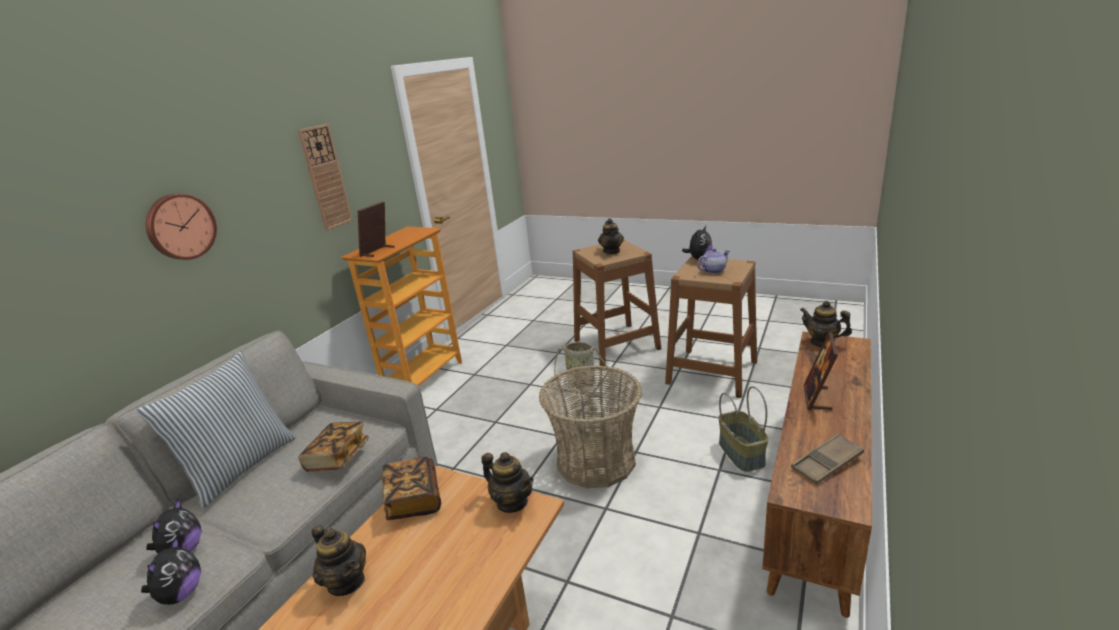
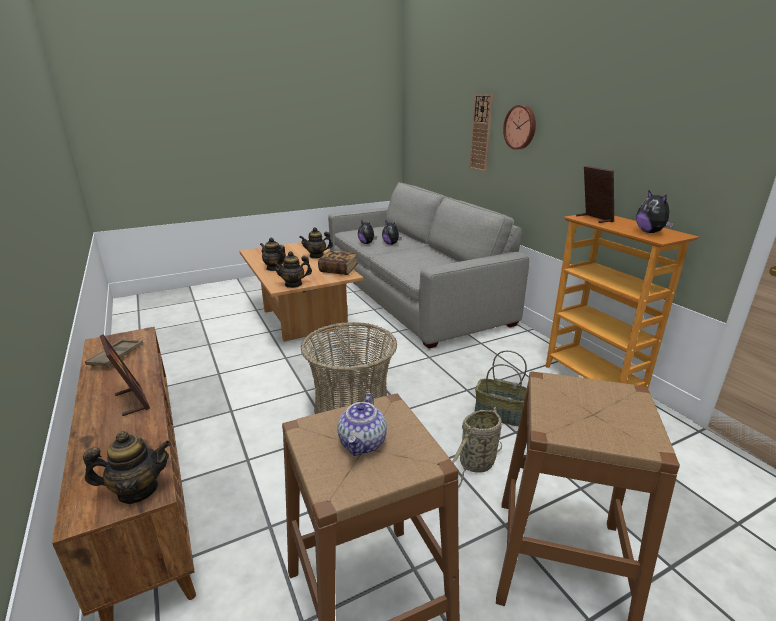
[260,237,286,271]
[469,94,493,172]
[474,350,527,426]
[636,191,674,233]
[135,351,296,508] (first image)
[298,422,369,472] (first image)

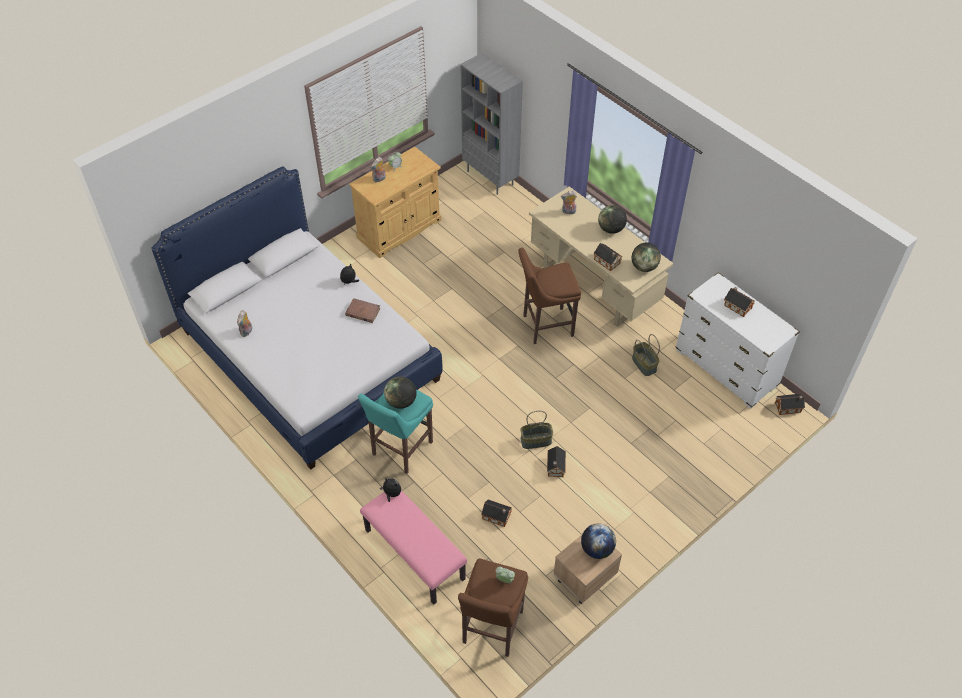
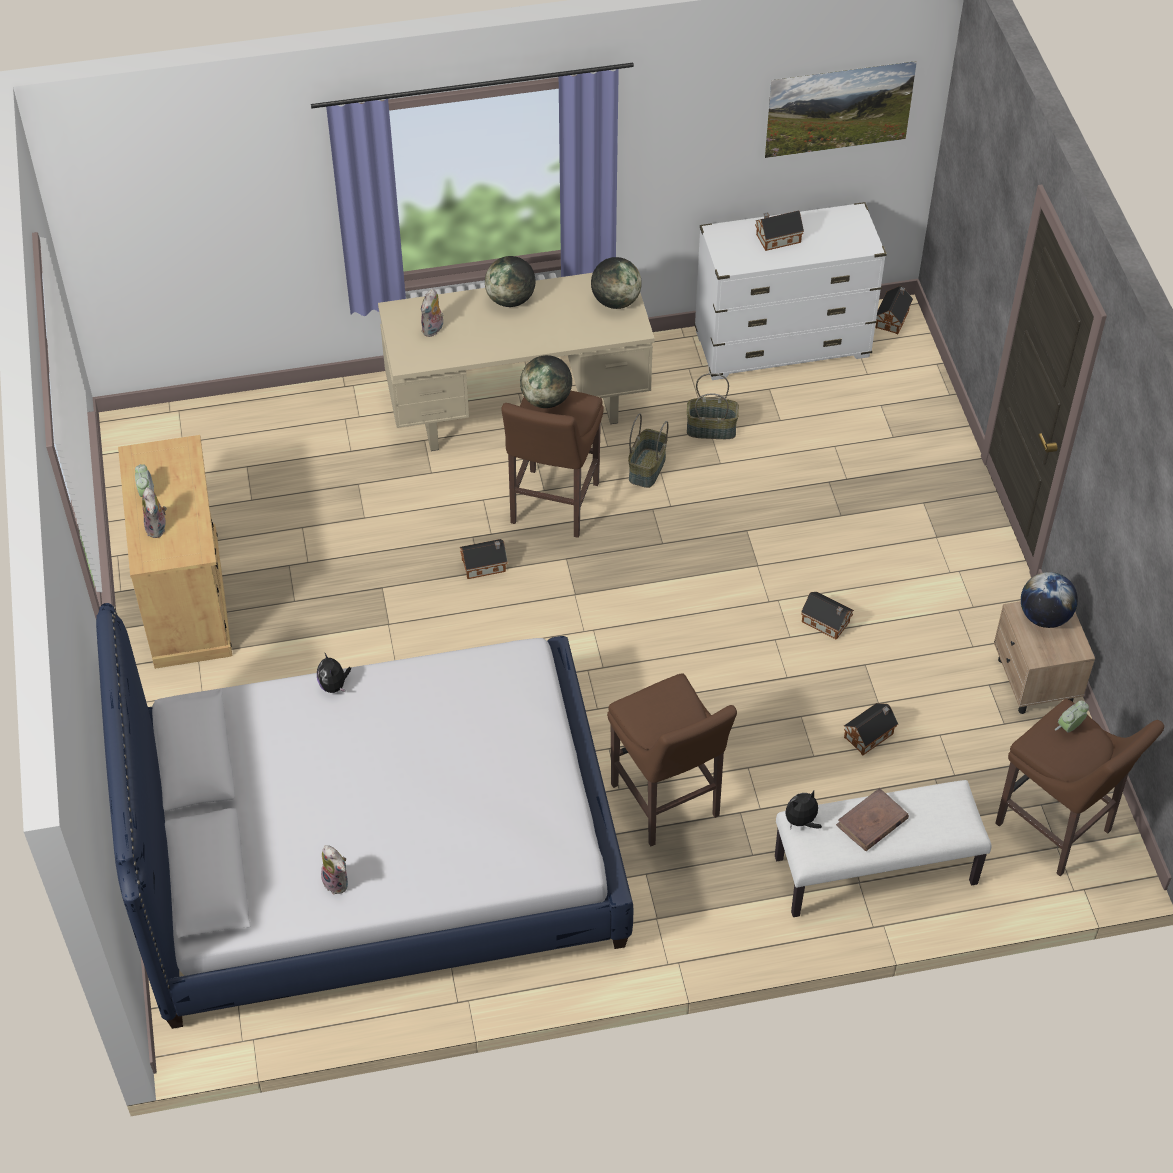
[460,539,508,579]
[520,355,572,408]
[607,673,737,846]
[628,414,668,488]
[765,61,917,158]
[775,780,991,917]
[836,788,909,851]
[460,53,523,195] (first image)

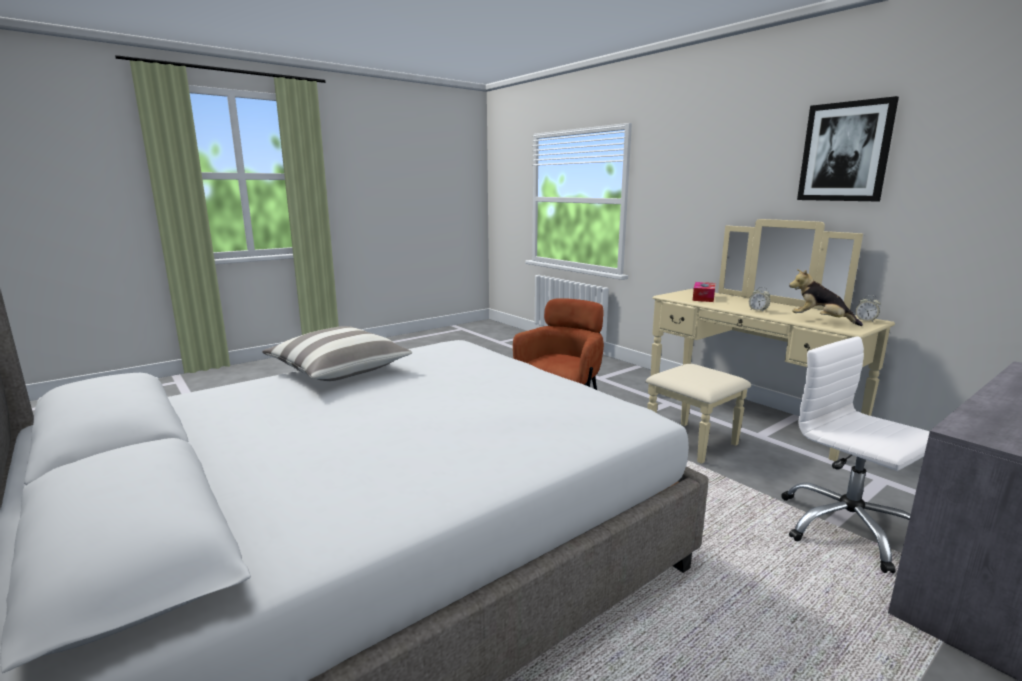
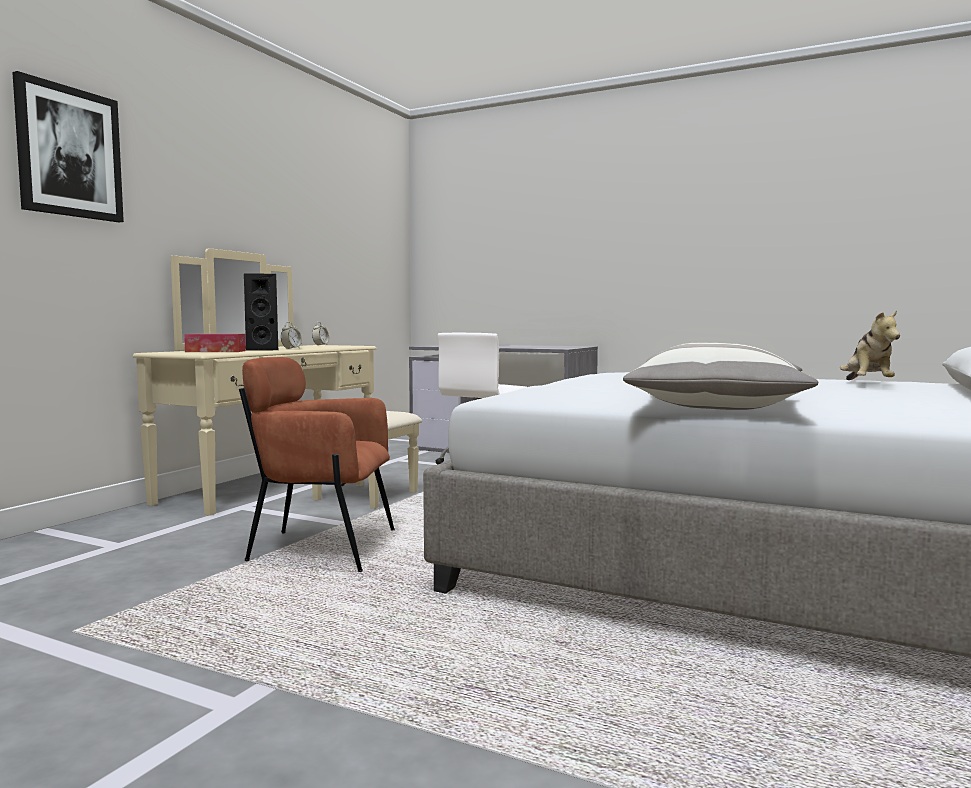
[12,71,124,222]
[244,273,278,351]
[840,310,900,380]

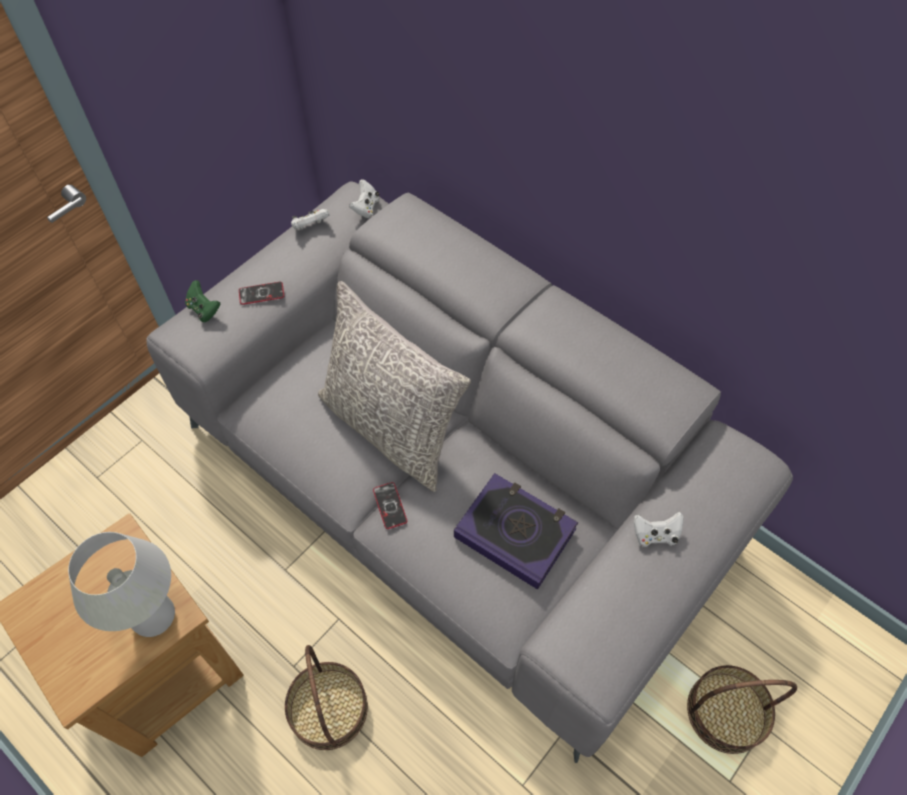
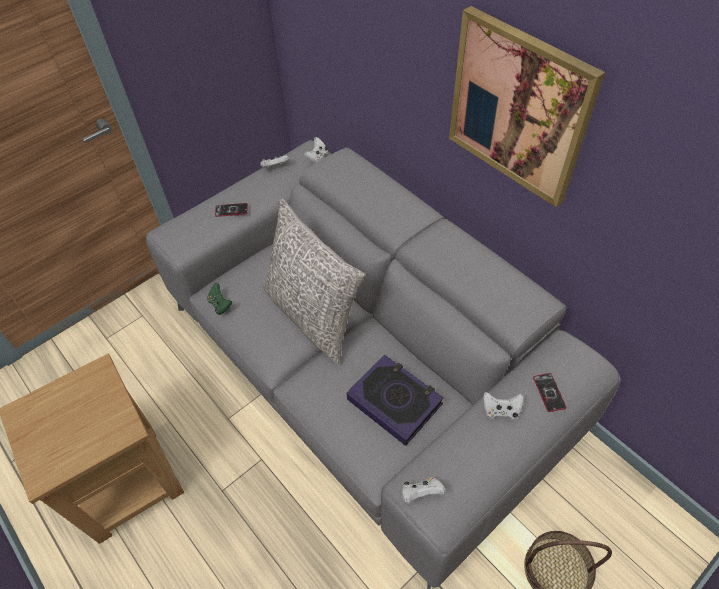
[207,283,232,315]
[402,477,445,504]
[449,6,605,207]
[533,373,566,412]
[68,532,175,637] (first image)
[285,645,368,750] (first image)

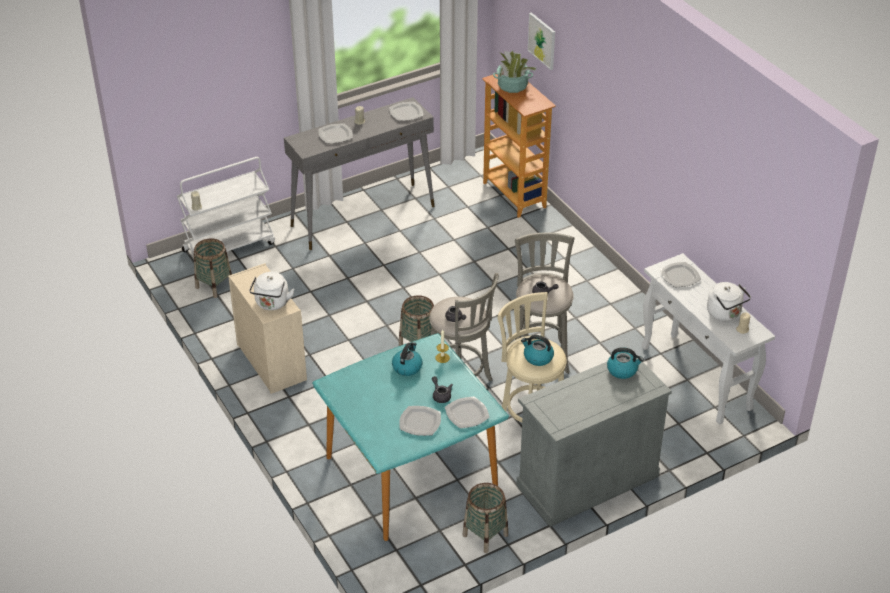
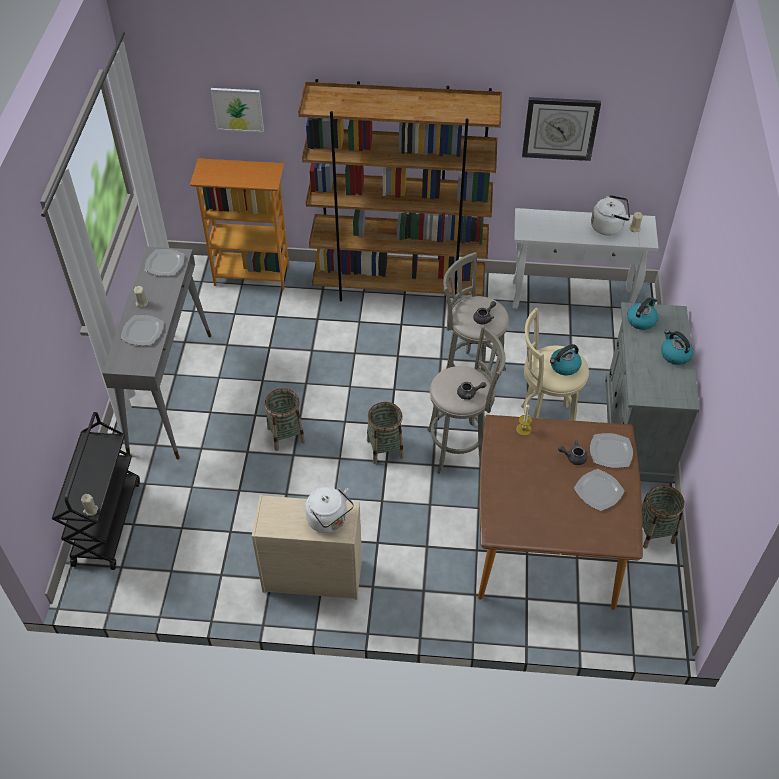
[52,412,140,570]
[265,388,305,451]
[298,79,502,301]
[478,415,643,610]
[522,97,601,161]
[661,330,693,365]
[493,51,537,93] (first image)
[660,262,701,287] (first image)

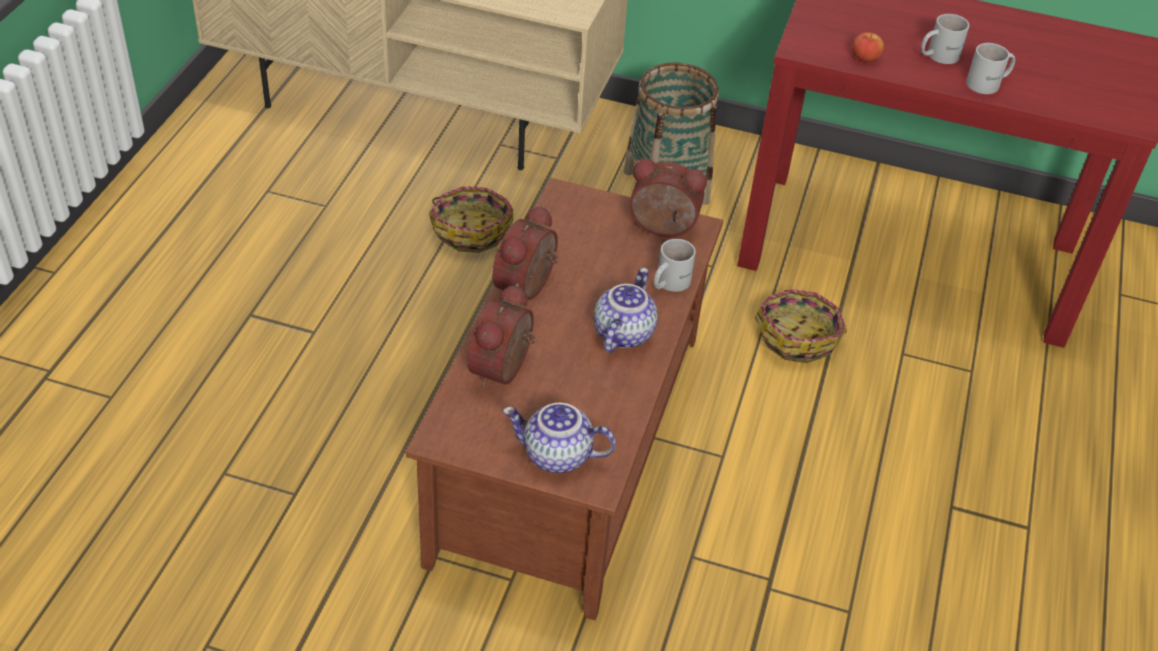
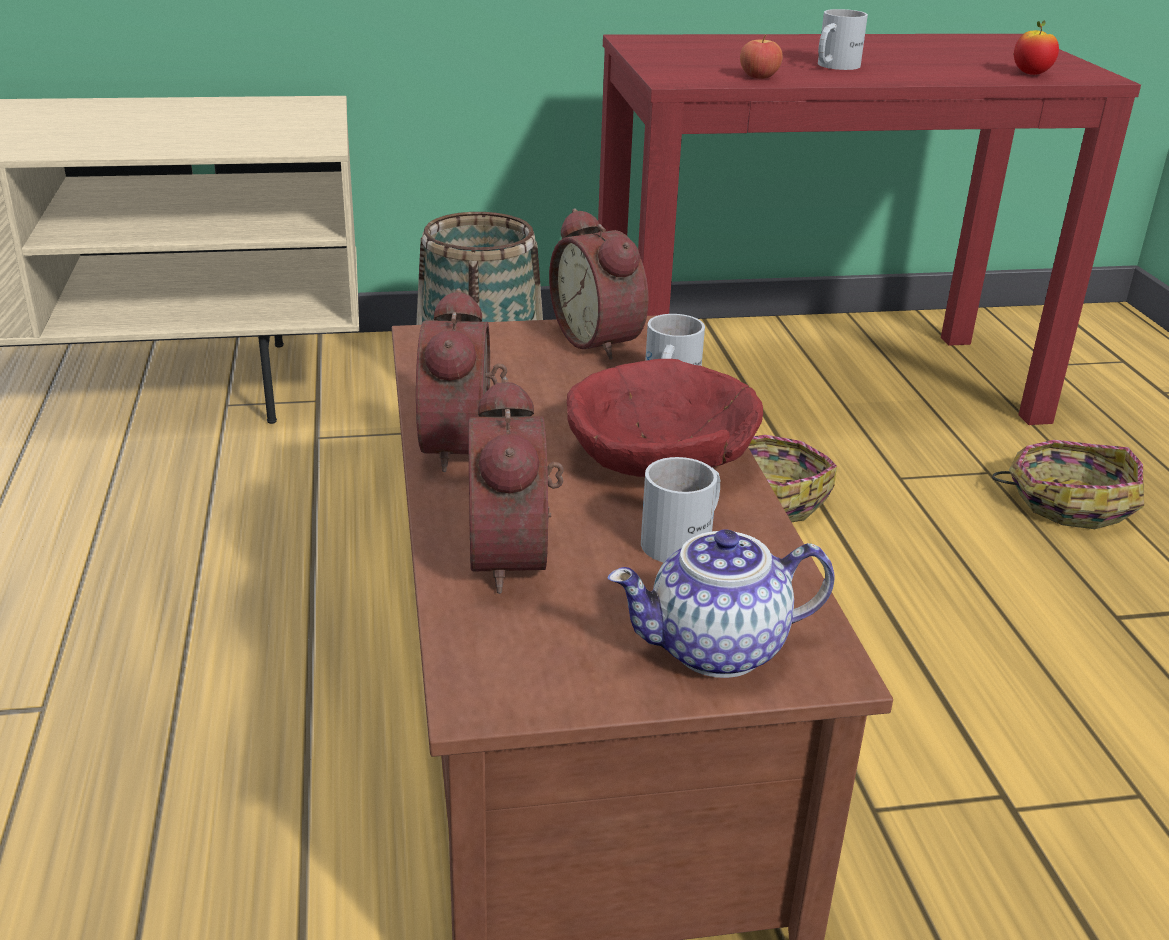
[549,208,649,360]
[567,359,763,477]
[641,457,720,563]
[992,440,1144,529]
[1014,21,1059,75]

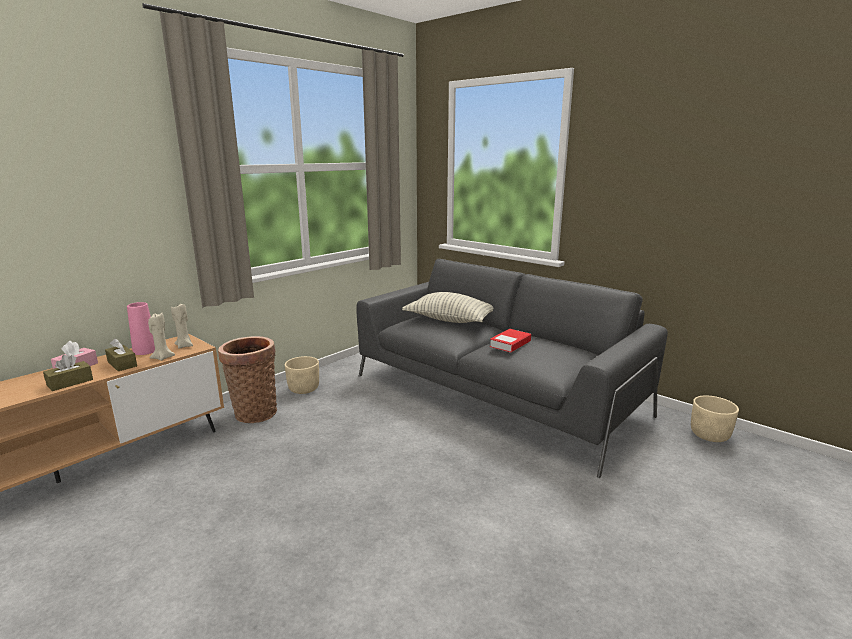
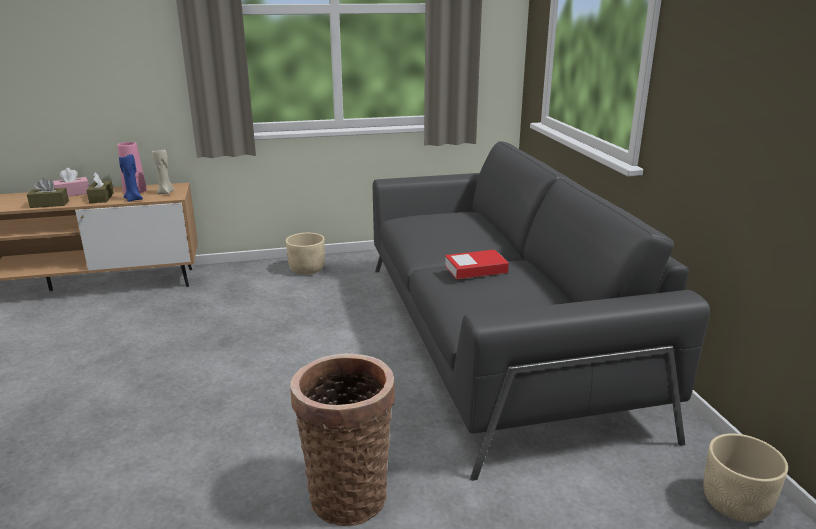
[119,154,143,202]
[290,353,395,526]
[402,292,494,323] (first image)

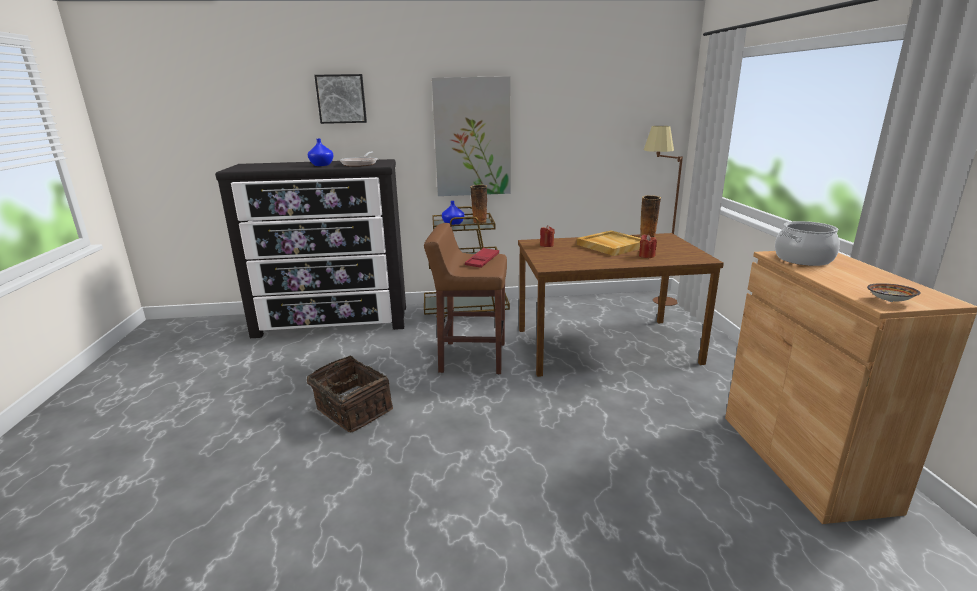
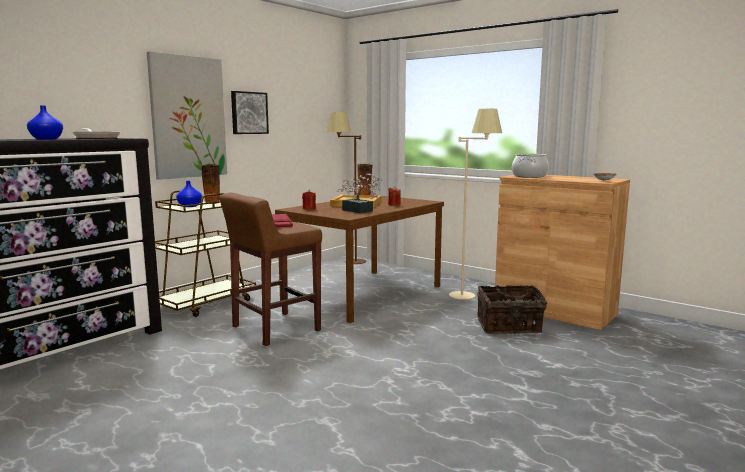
[231,91,269,134]
[337,173,382,213]
[449,109,502,300]
[477,285,547,334]

